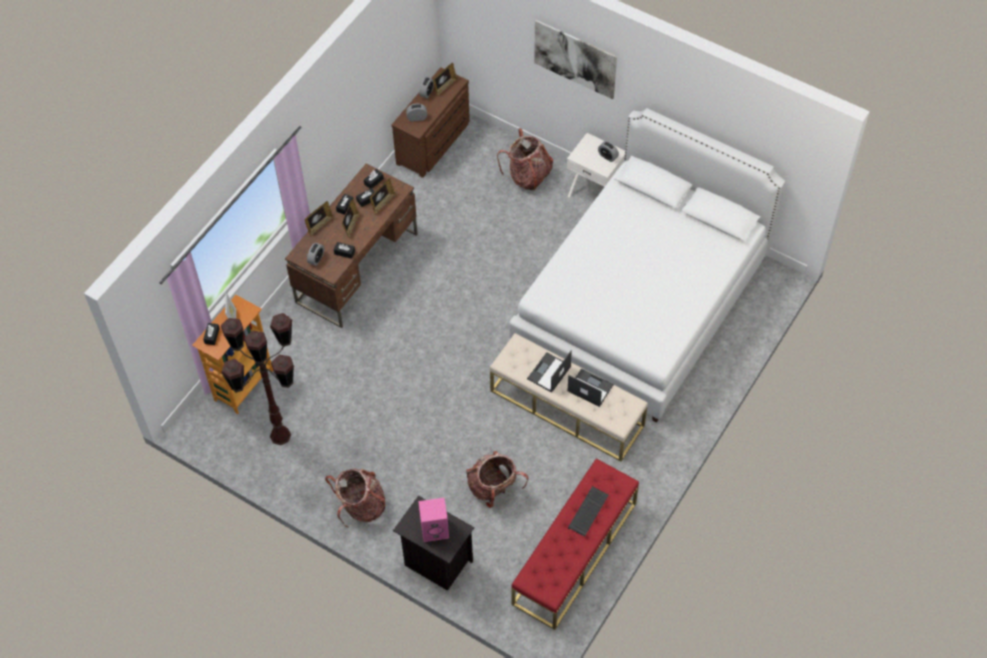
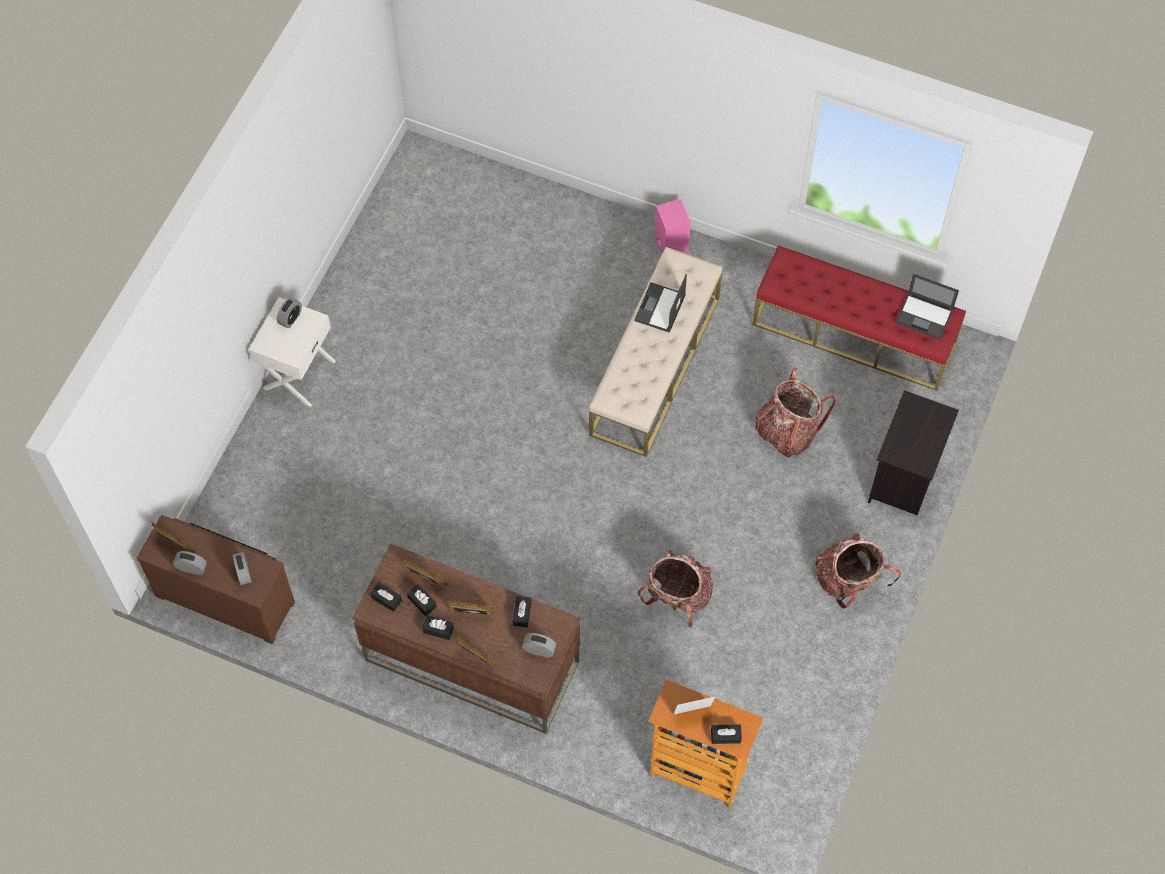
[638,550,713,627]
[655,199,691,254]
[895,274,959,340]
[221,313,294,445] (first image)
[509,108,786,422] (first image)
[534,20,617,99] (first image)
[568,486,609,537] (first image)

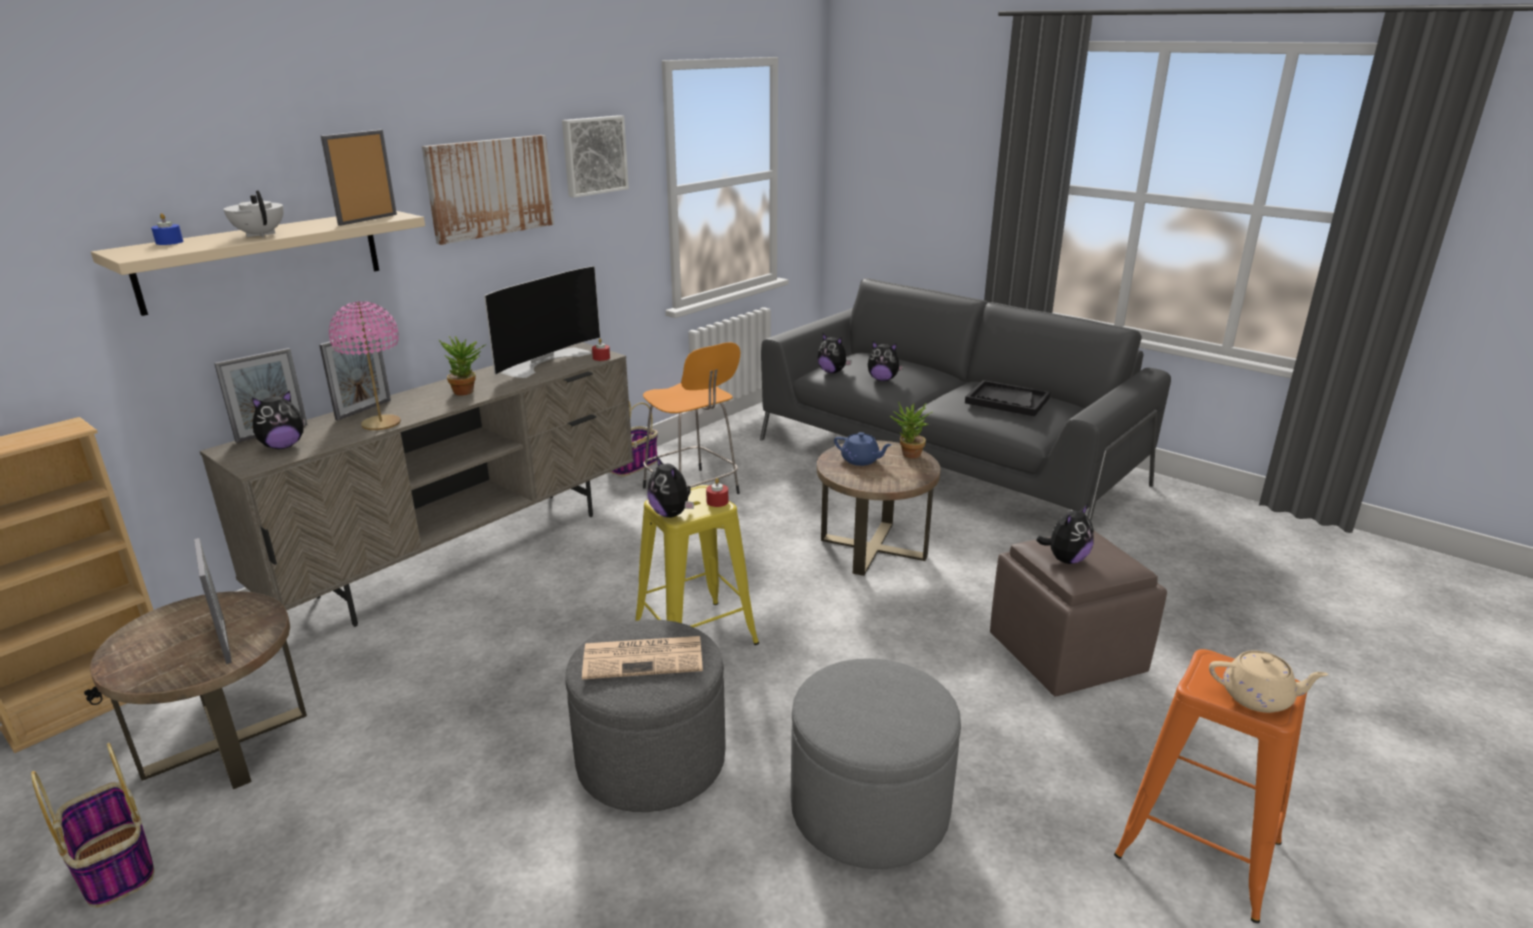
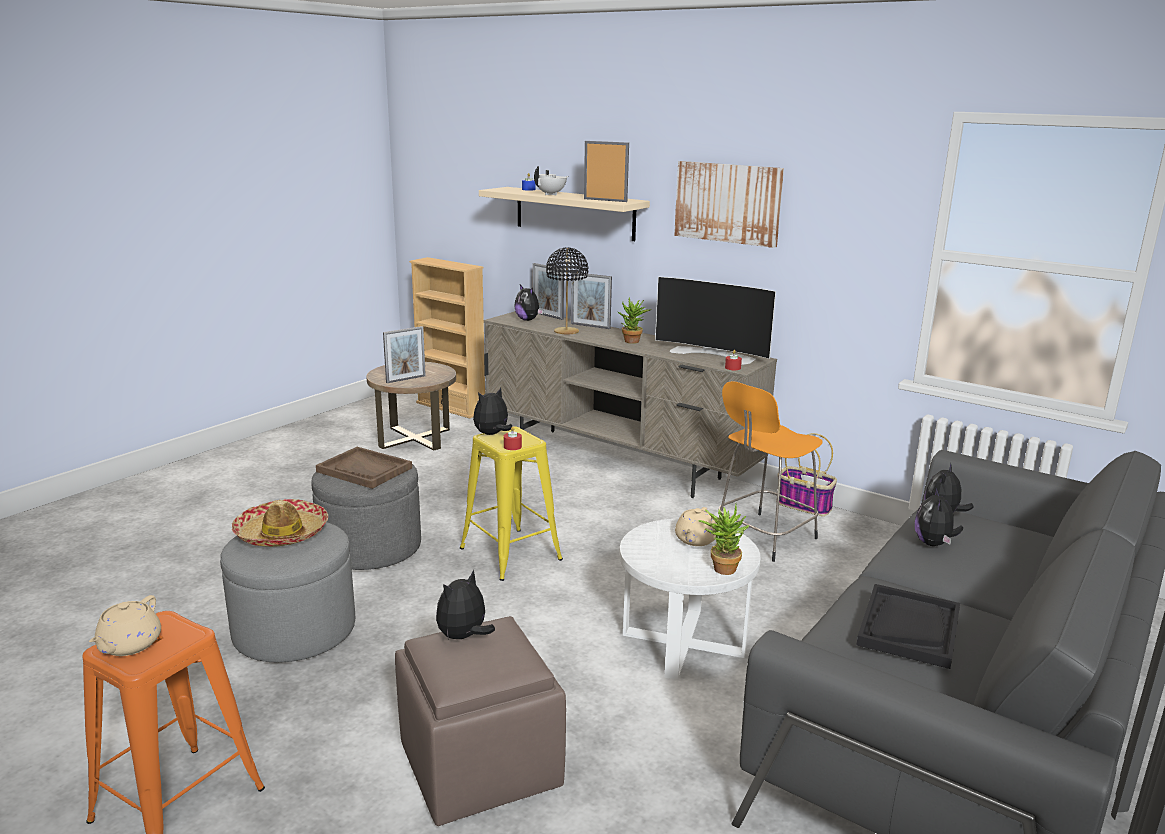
[232,499,328,547]
[316,447,412,489]
[436,570,495,640]
[546,247,588,334]
[619,518,761,680]
[675,507,716,546]
[31,743,154,908] (first image)
[562,115,629,198] (first image)

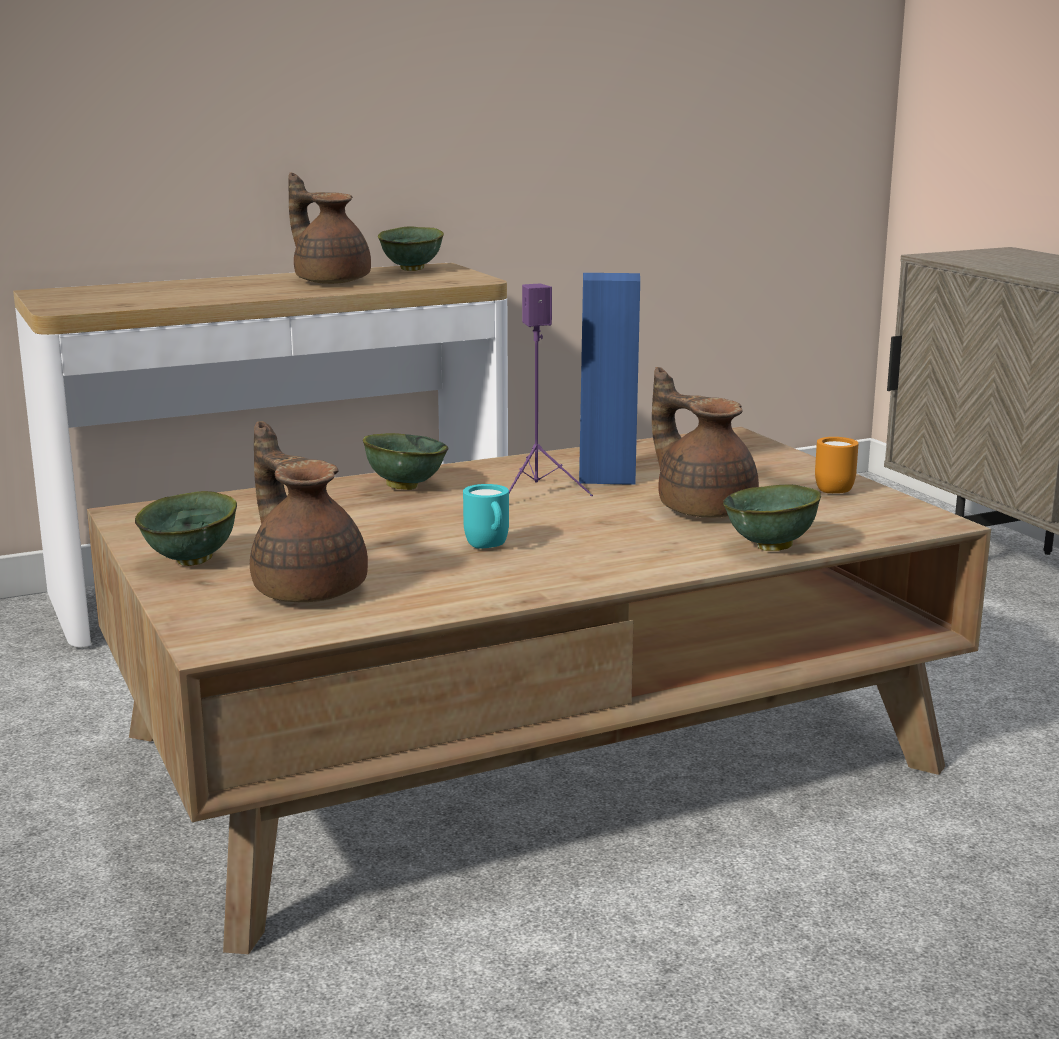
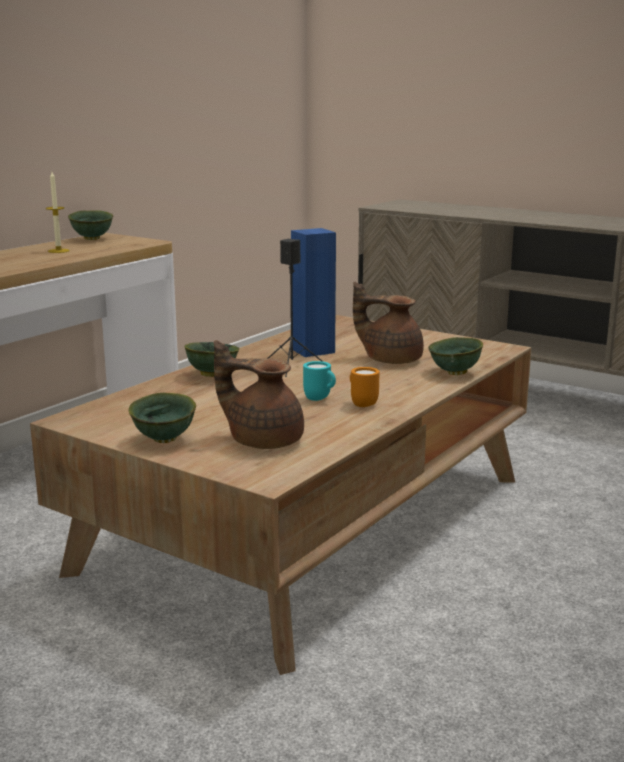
[46,172,70,253]
[268,239,322,377]
[350,367,380,407]

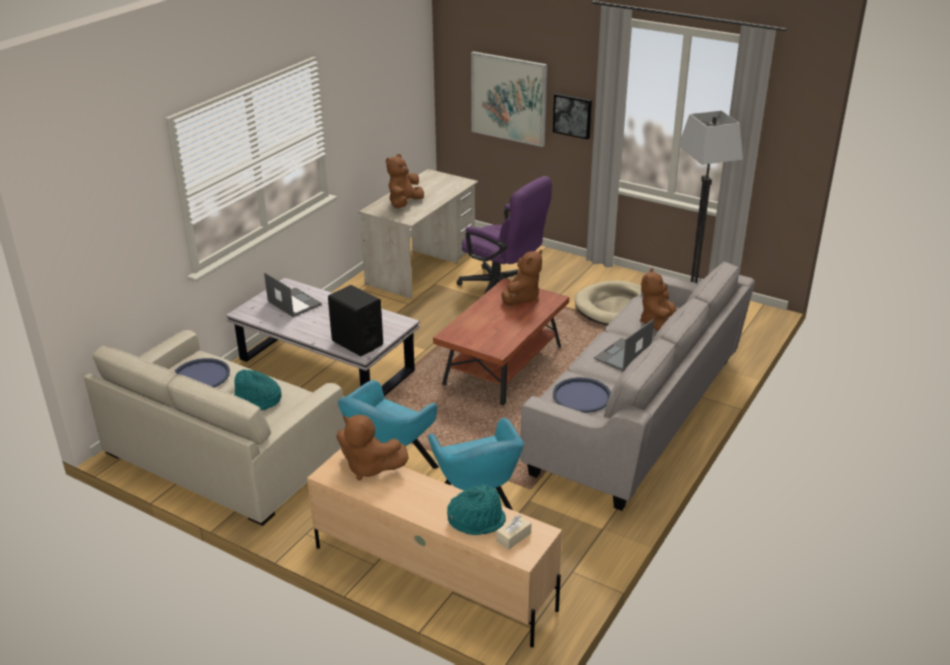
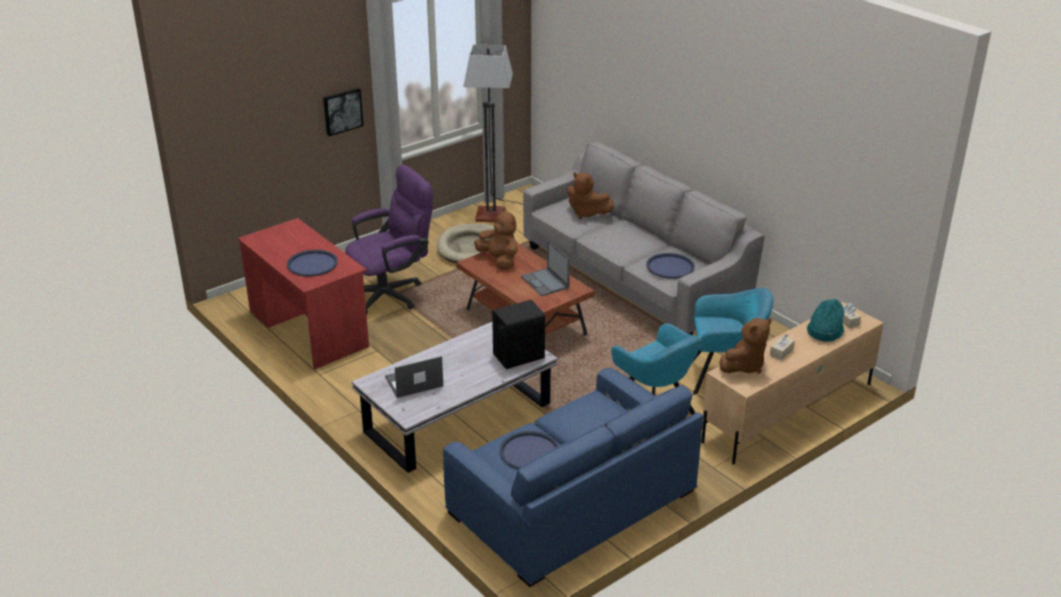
[238,218,369,369]
[287,250,338,277]
[443,368,703,587]
[521,241,570,296]
[770,334,795,360]
[234,369,282,411] (first image)
[471,51,547,147] (first image)

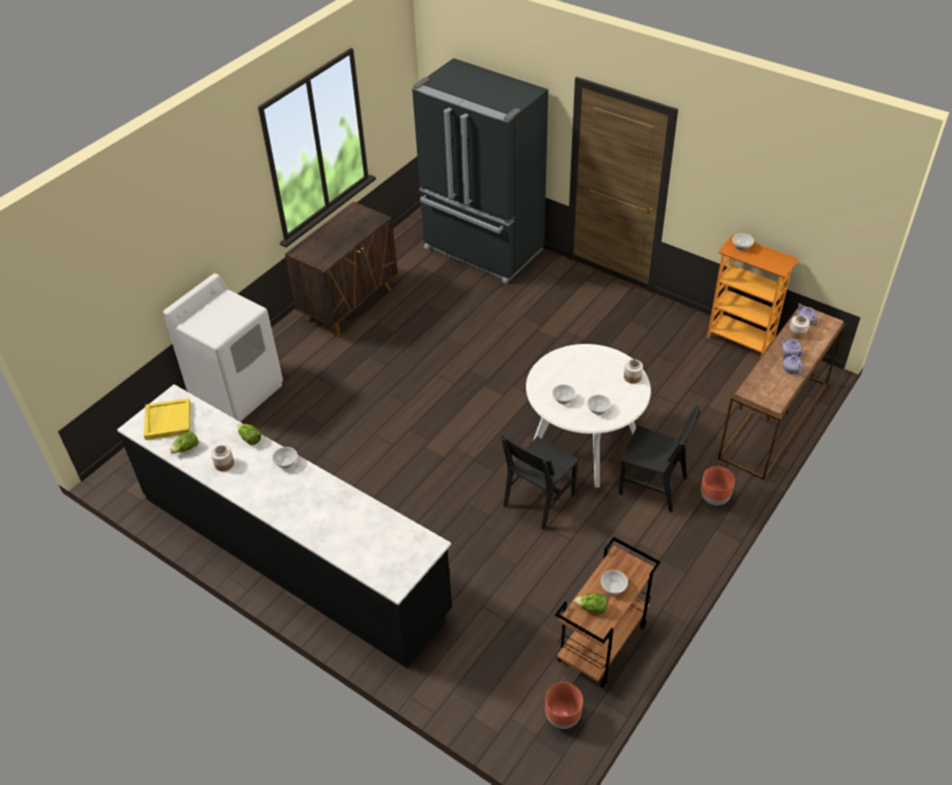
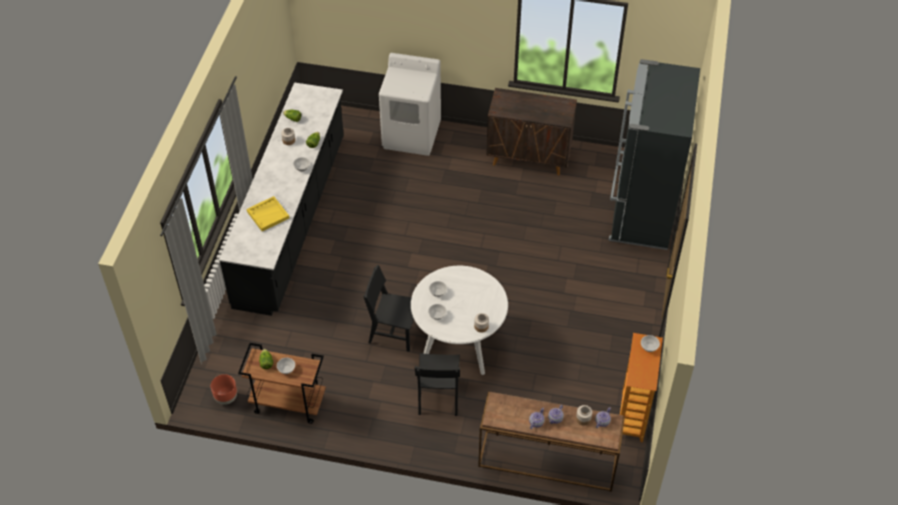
[247,196,289,231]
[701,466,735,505] (first image)

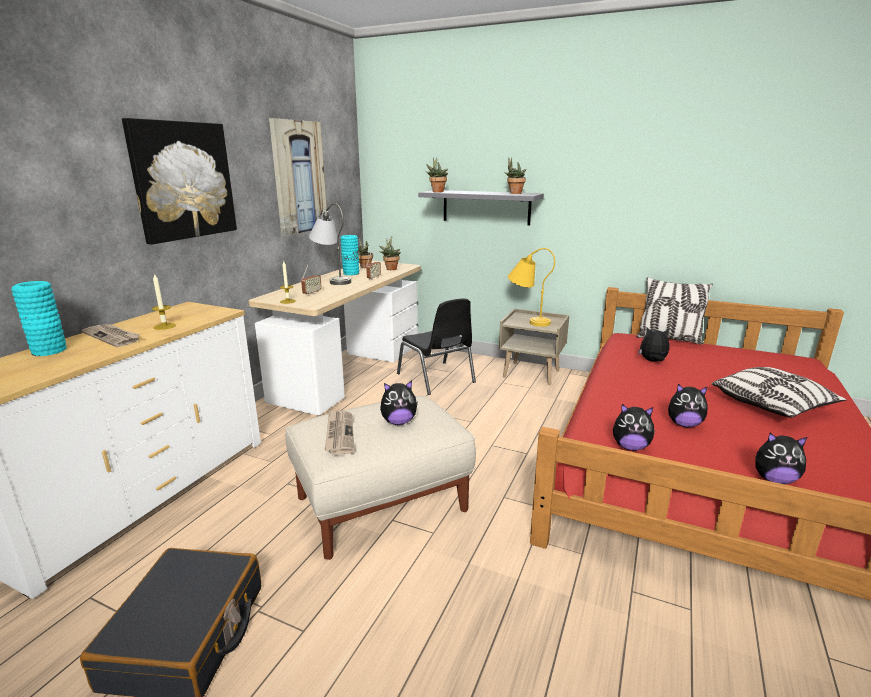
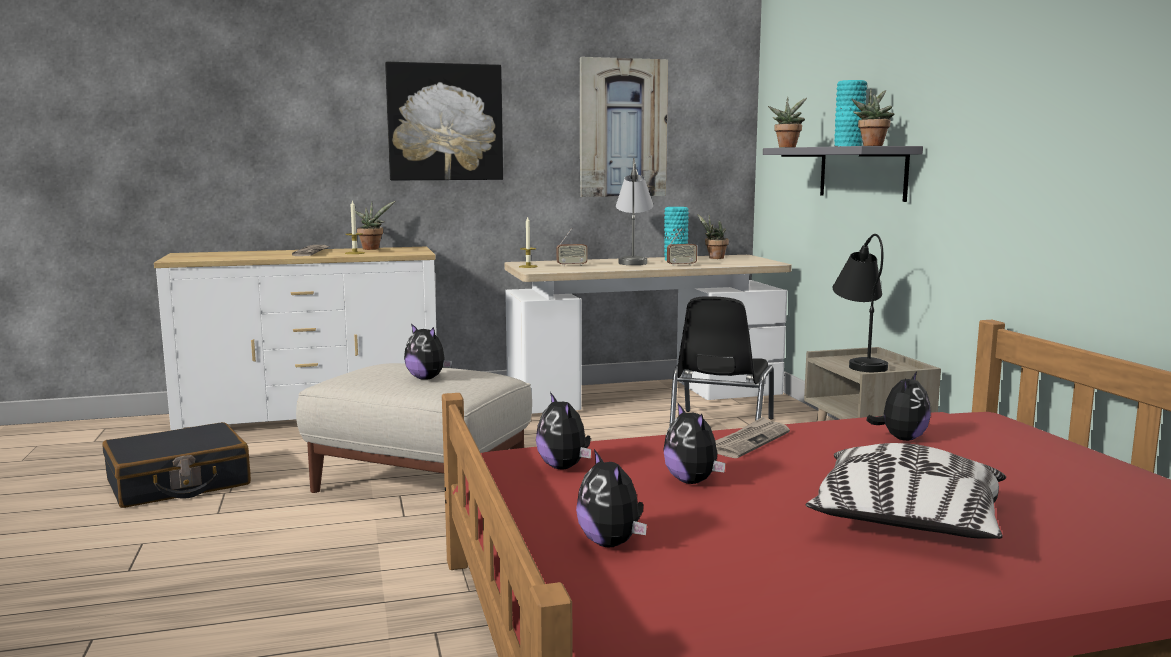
[355,201,395,250]
[715,417,790,458]
[833,234,888,372]
[834,80,867,146]
[866,371,931,441]
[636,277,713,345] (first image)

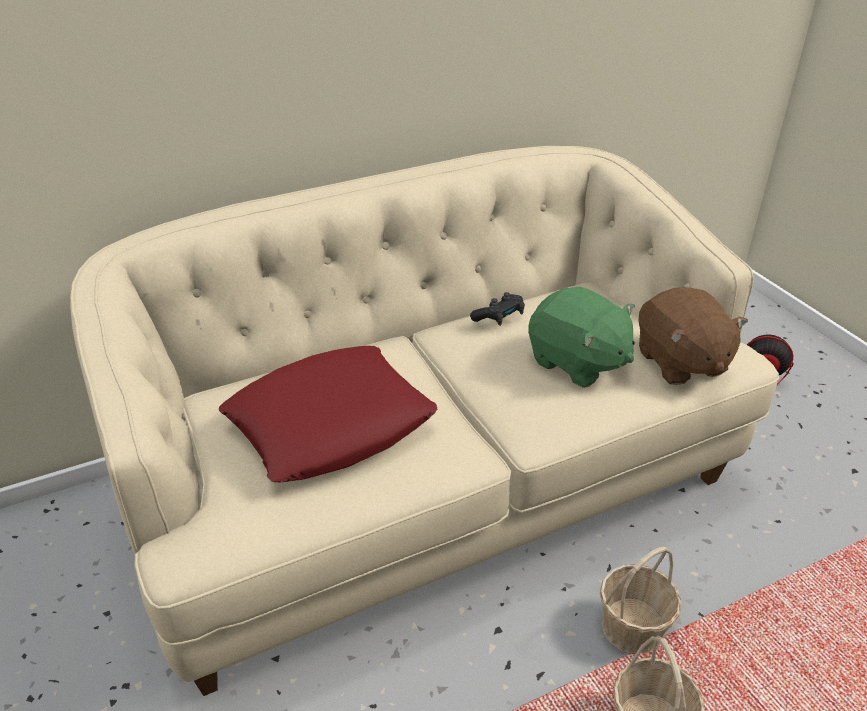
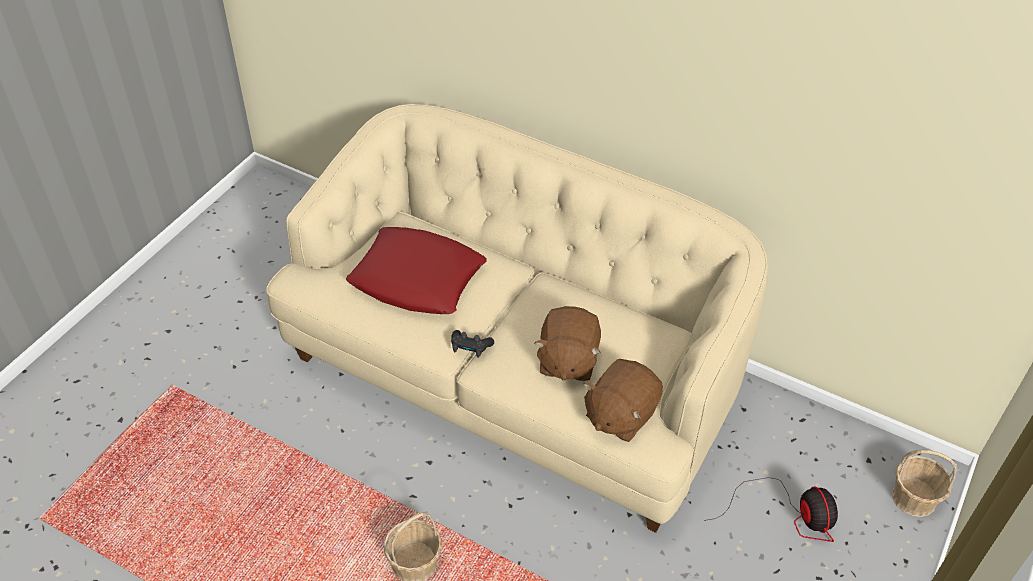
[451,330,494,358]
[534,306,601,381]
[892,450,957,517]

